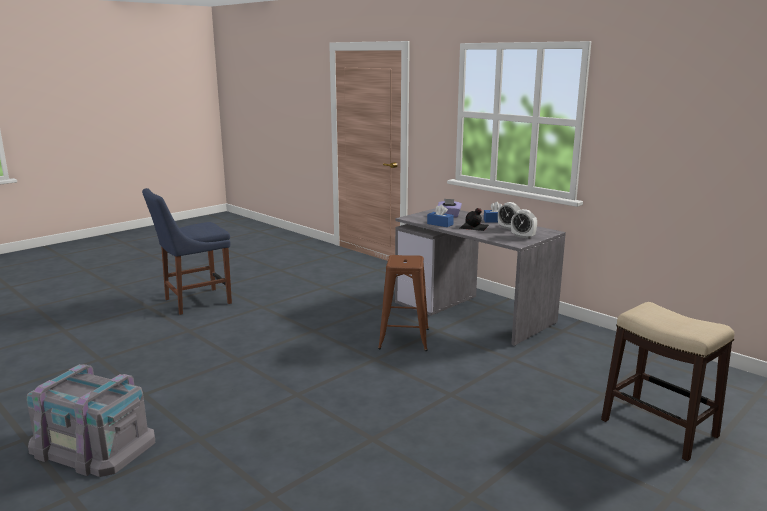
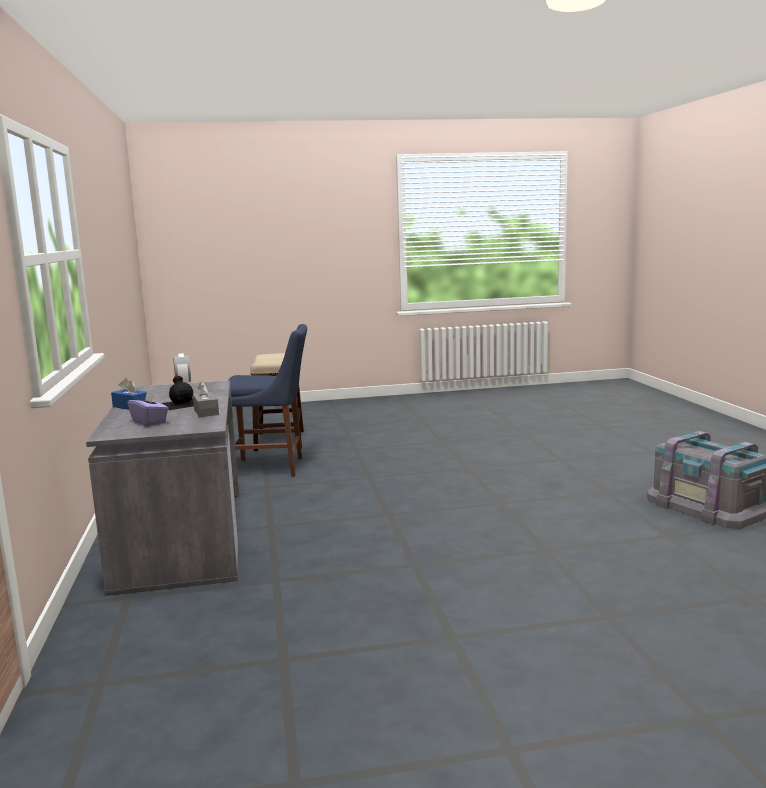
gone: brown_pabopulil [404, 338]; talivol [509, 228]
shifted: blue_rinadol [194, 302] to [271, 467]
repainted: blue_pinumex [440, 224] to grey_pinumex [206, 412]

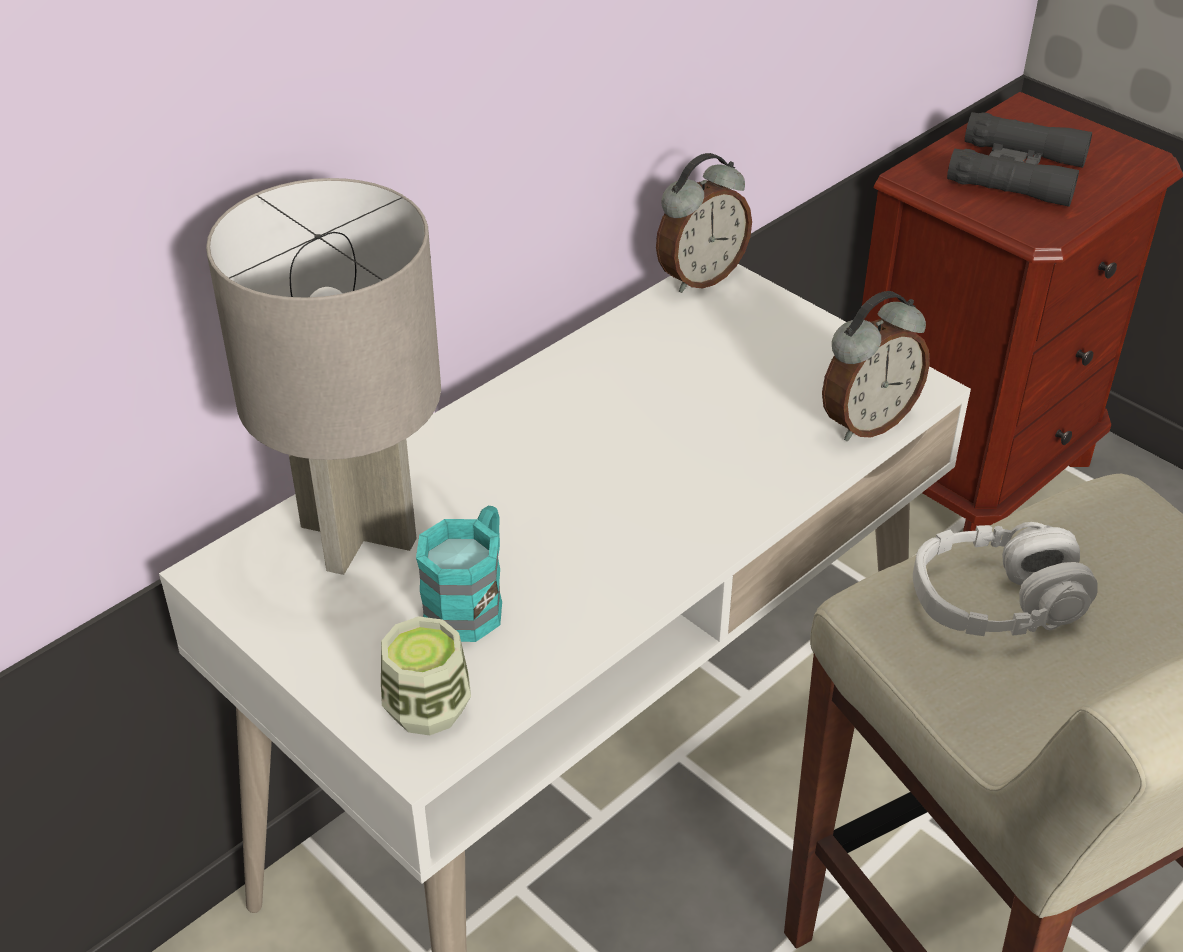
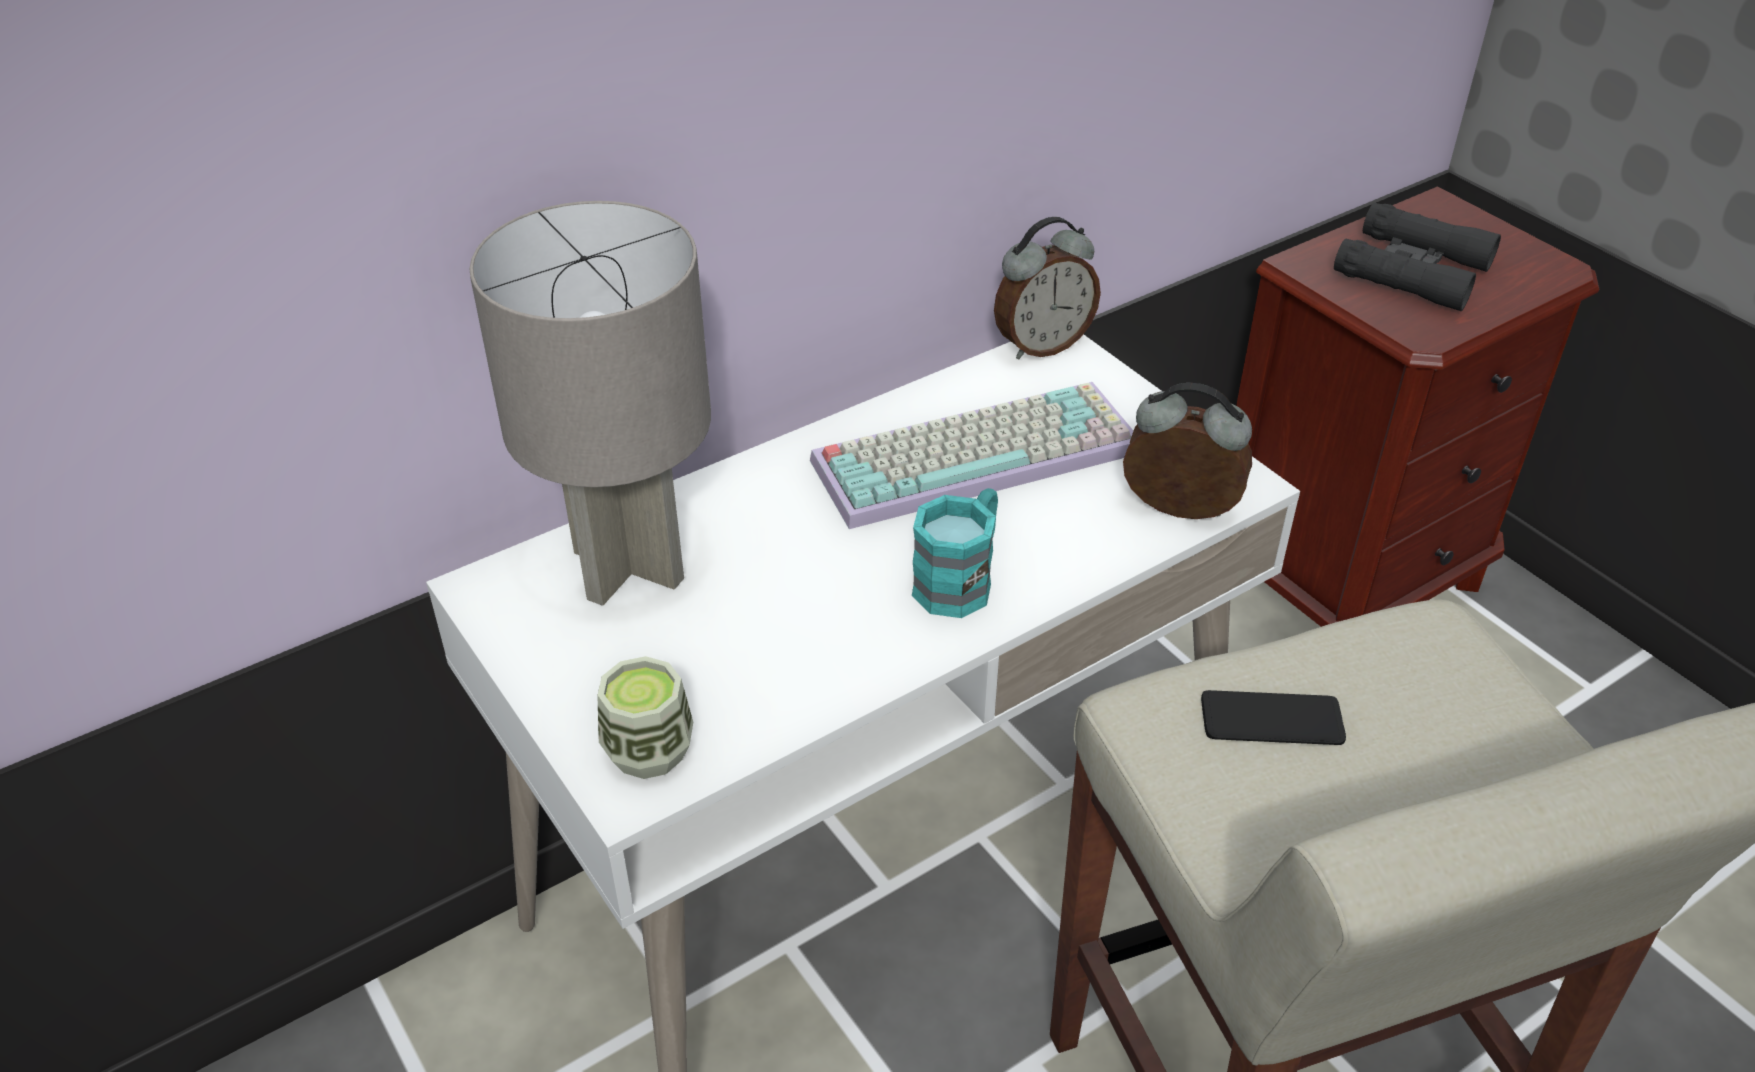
new: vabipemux [978, 452]
shifted: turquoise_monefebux [471, 600] to [961, 579]
swapped: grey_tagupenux [996, 602] to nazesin [1271, 719]
rotated: talivol [866, 422] = [1178, 513] 135 degrees counterclockwise

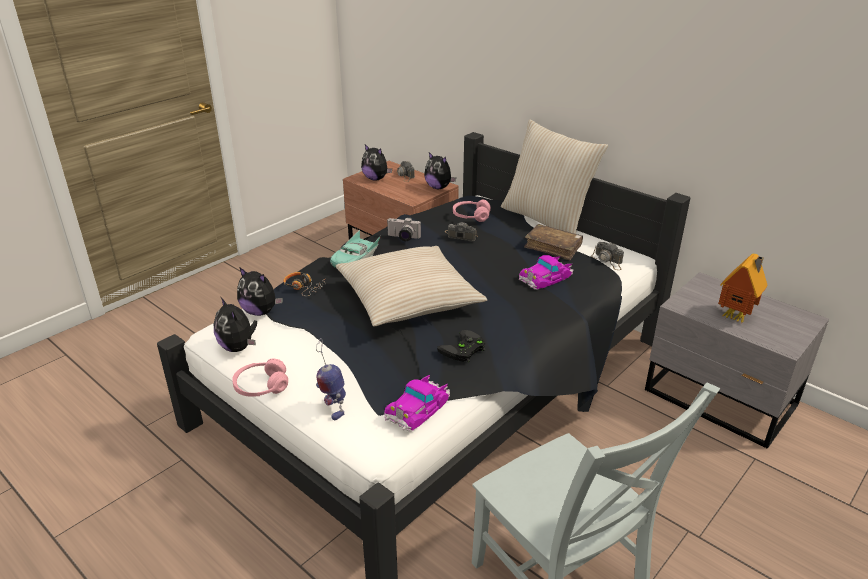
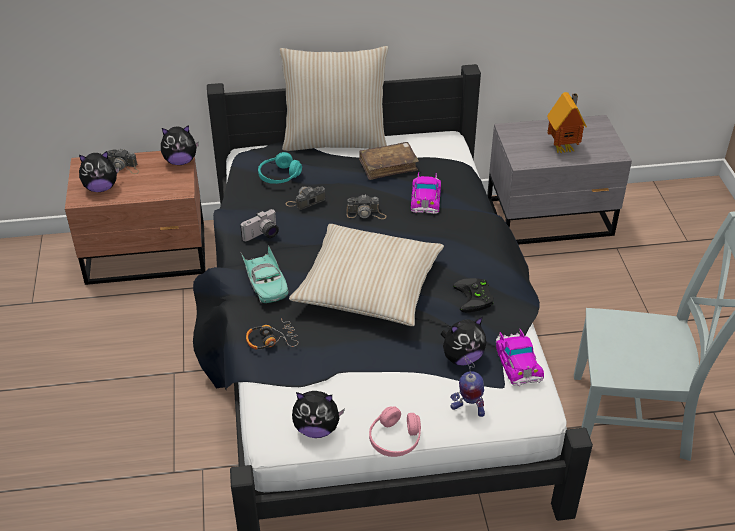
shifted: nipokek [608, 261] to [366, 213]; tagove [260, 311] to [462, 357]
repainted: pink_tagupenux [471, 216] to turquoise_tagupenux [279, 176]

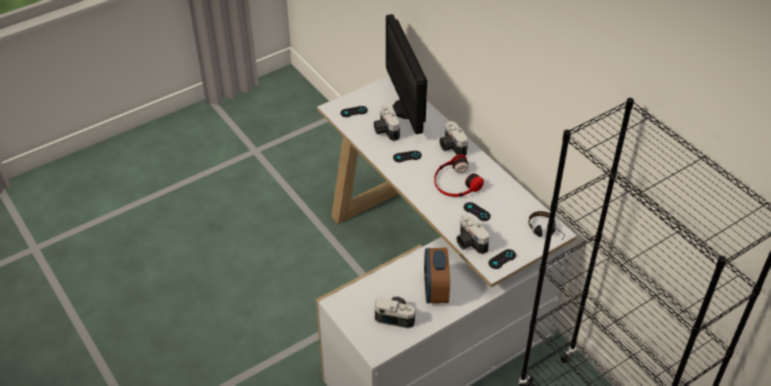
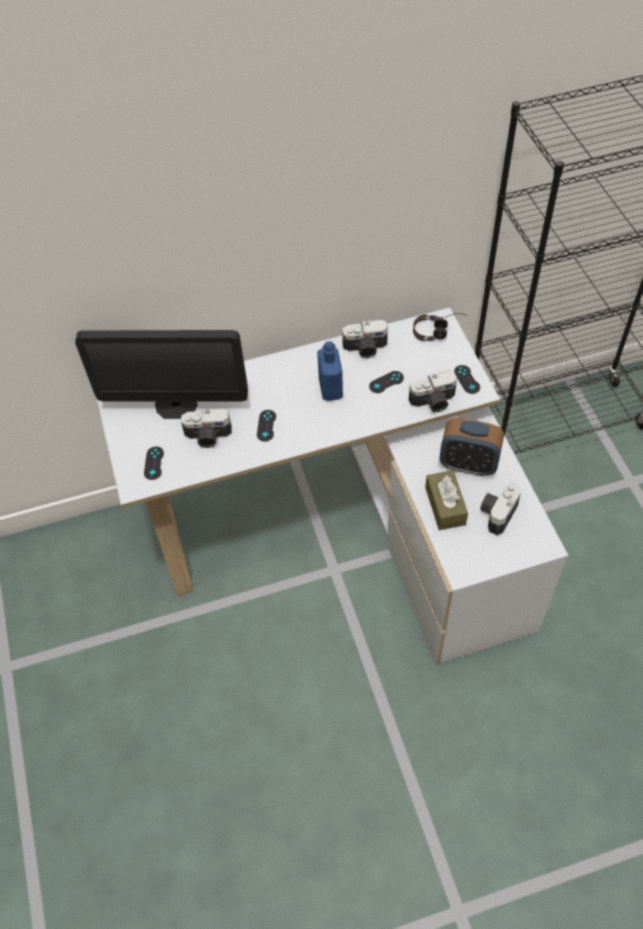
new: brown_pinumex [445, 506]
shifted: nipokek [451, 147] to [365, 349]
swapped: tagupenux [455, 182] to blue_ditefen [330, 389]

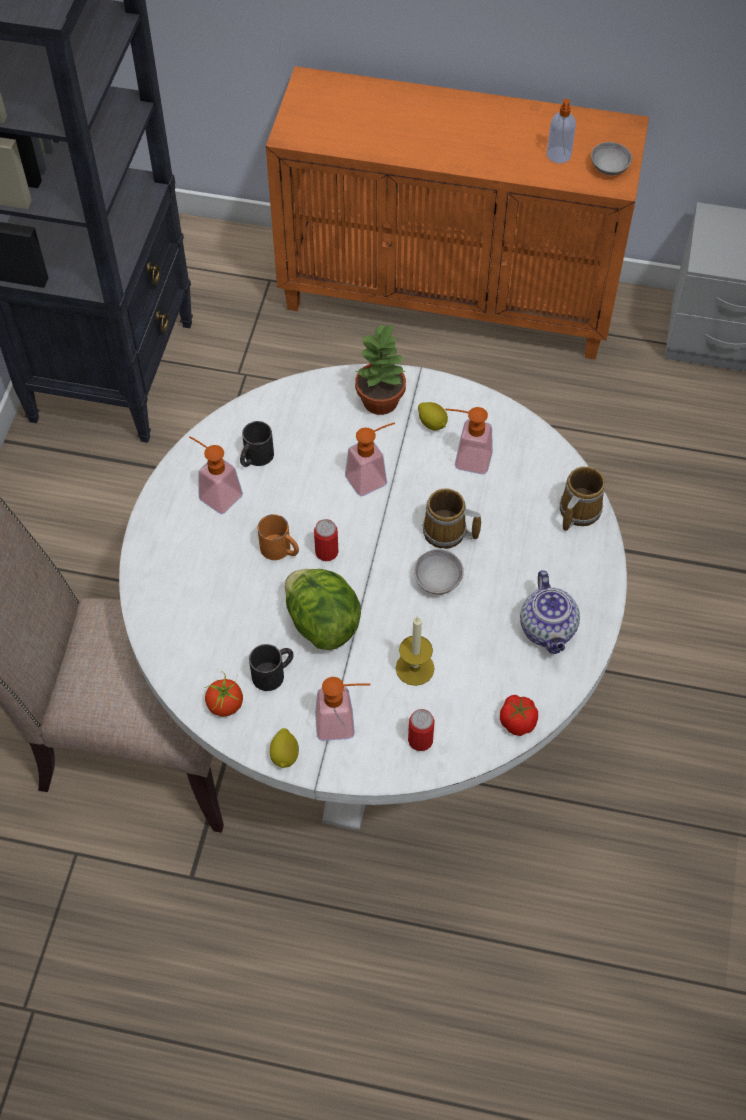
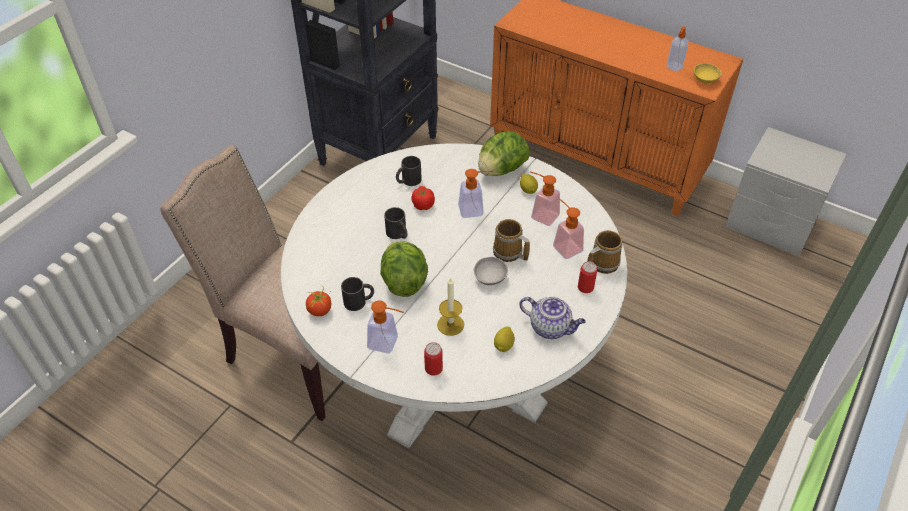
shifted: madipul [517, 721] to [423, 205]; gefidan [285, 755] to [504, 345]; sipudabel [215, 493] to [564, 246]; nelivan [326, 552] to [585, 287]
swapped: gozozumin [381, 401] to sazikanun [501, 170]
repainted: orange_monefebux [280, 550] to black_monefebux [398, 234]; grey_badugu [609, 168] to yellow_badugu [705, 79]
rotated: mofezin [548, 630] = [551, 327] 75 degrees counterclockwise

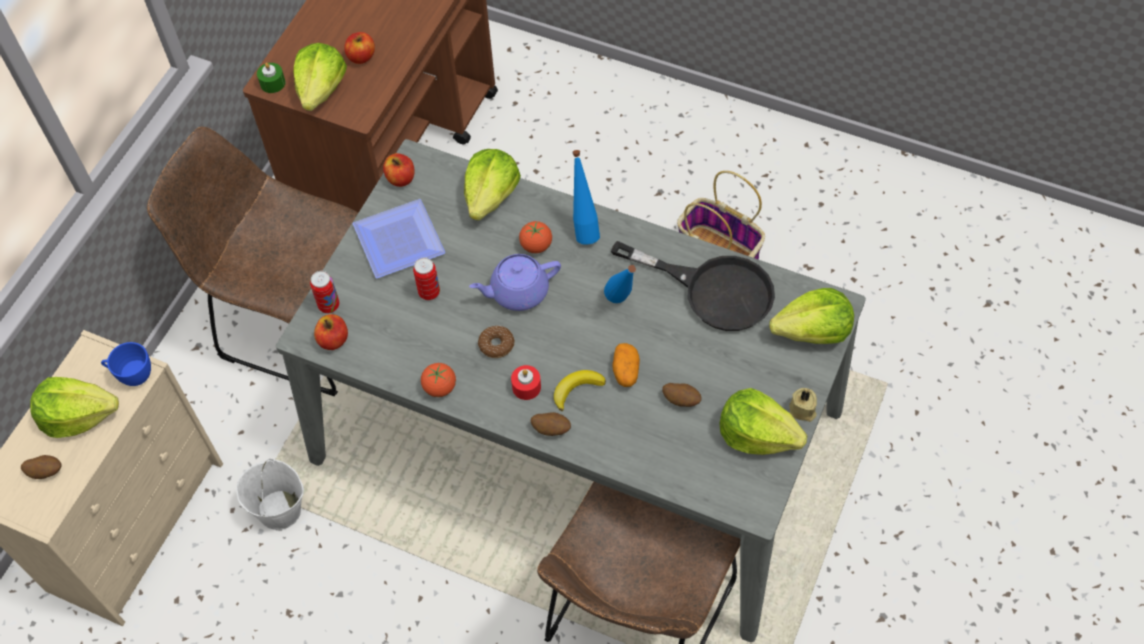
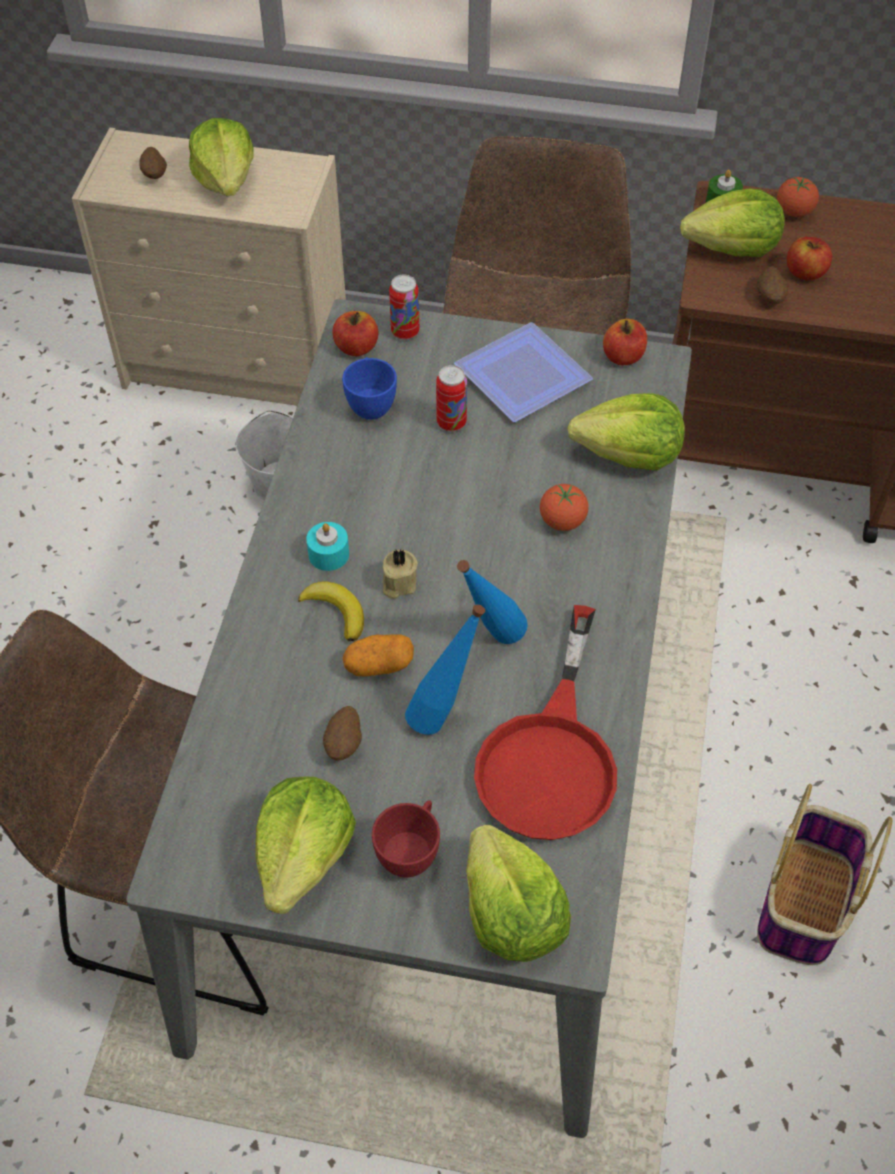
gone: purple_mofezin [518, 292]; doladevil [496, 345]
new: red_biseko [411, 851]
shifted: blue_biseko [132, 375] to [370, 404]; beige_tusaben [802, 411] to [398, 584]; blue_ditefen [584, 228] to [444, 713]; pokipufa [551, 429] to [770, 298]; madipul [440, 387] to [794, 212]
repainted: red_tusaben [526, 387] to turquoise_tusaben [328, 554]; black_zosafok [713, 290] to red_zosafok [551, 756]

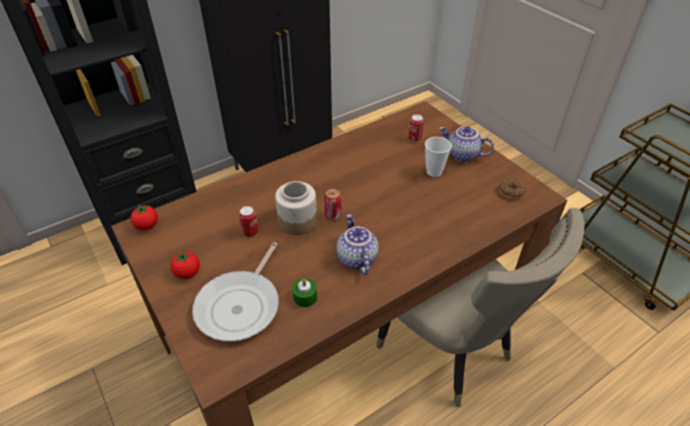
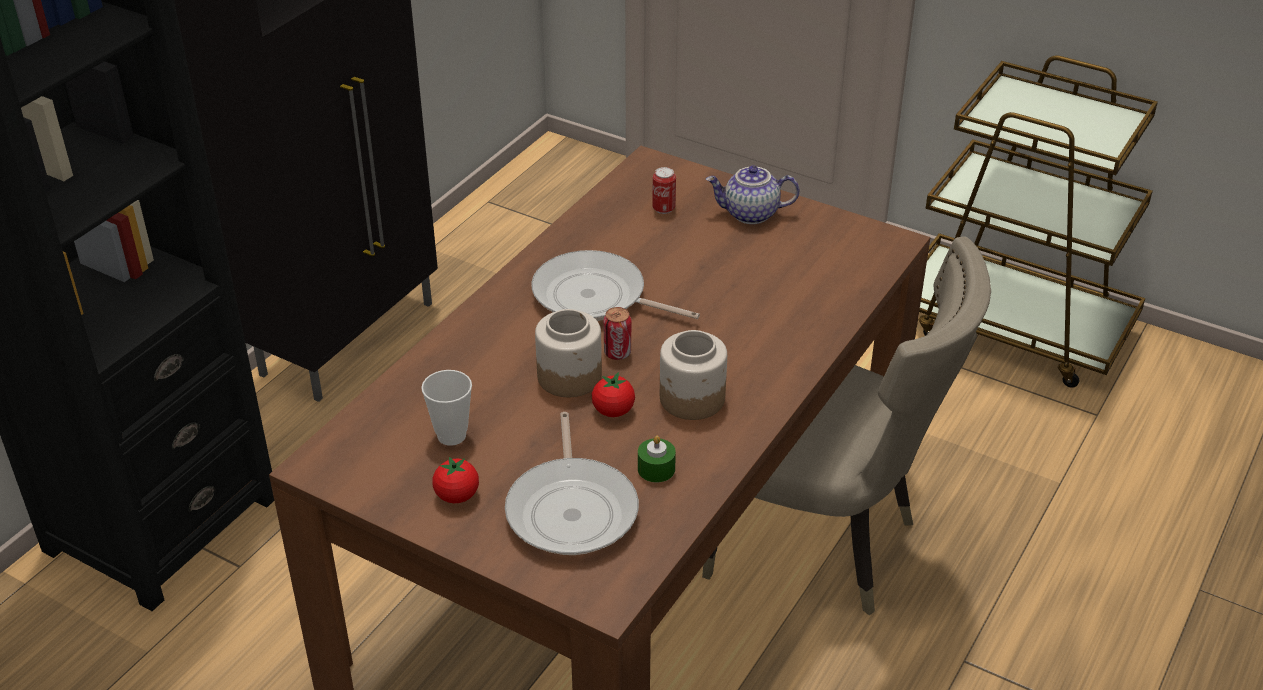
gone: nelivan [250, 232]; doladevil [511, 192]
new: zosafok [595, 297]
shifted: biseko [434, 172] to [451, 435]; madipul [147, 226] to [613, 411]
swapped: mofezin [356, 258] to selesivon [692, 399]

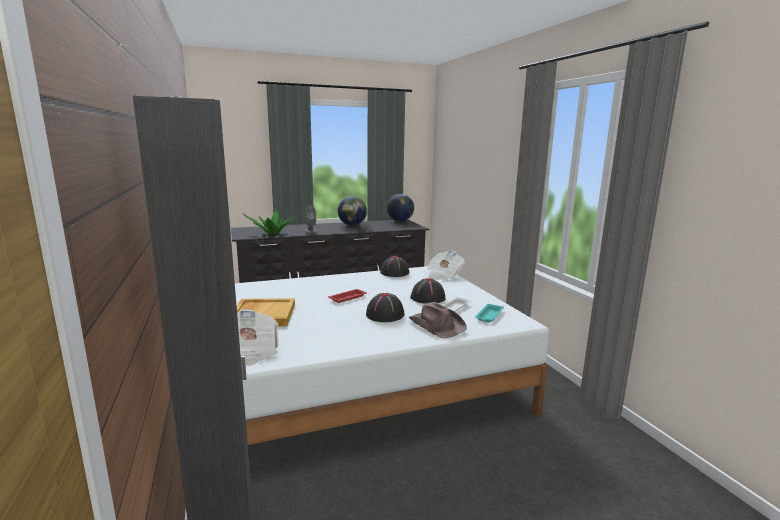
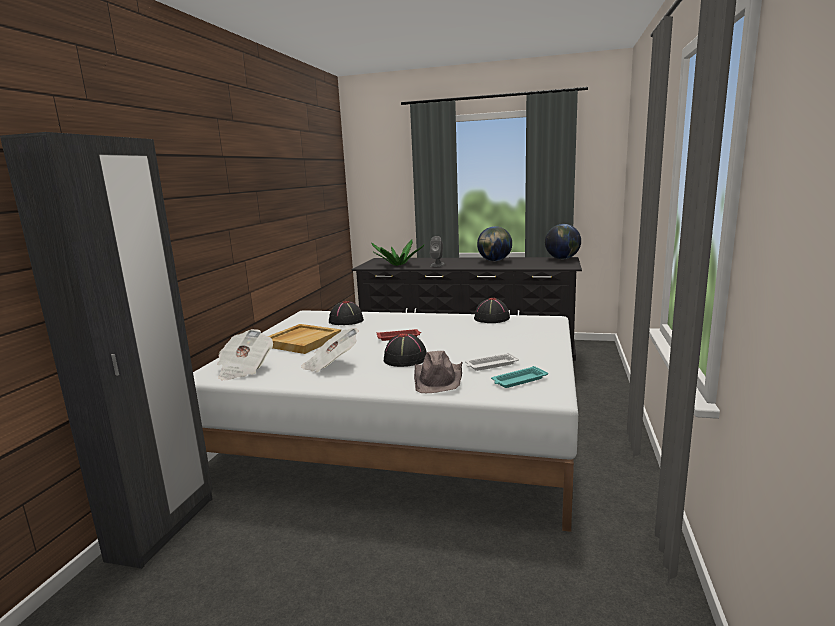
shifted: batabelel [443, 275] to [331, 365]; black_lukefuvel [427, 298] to [346, 321]

